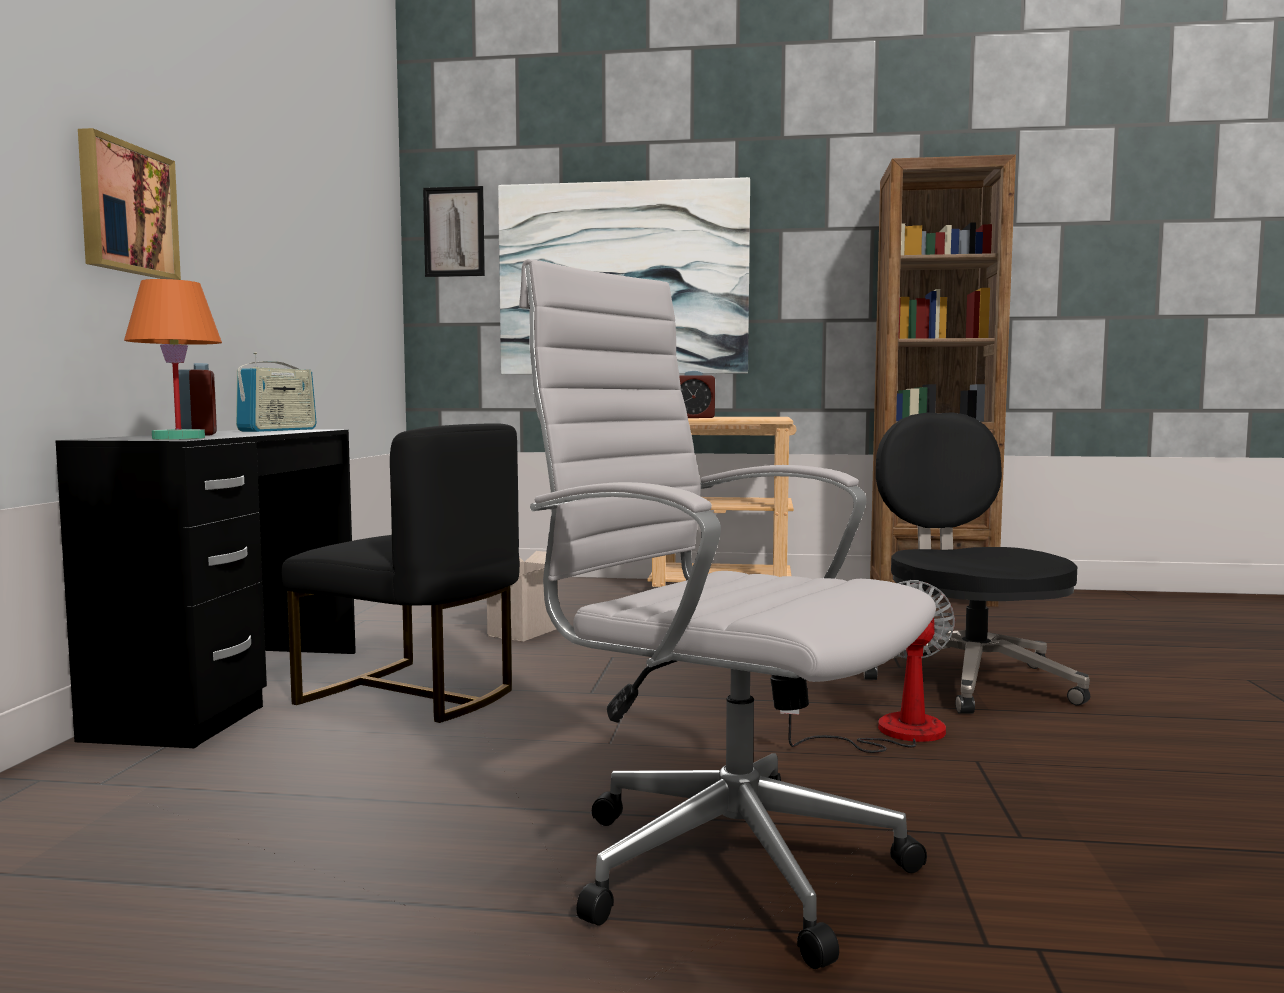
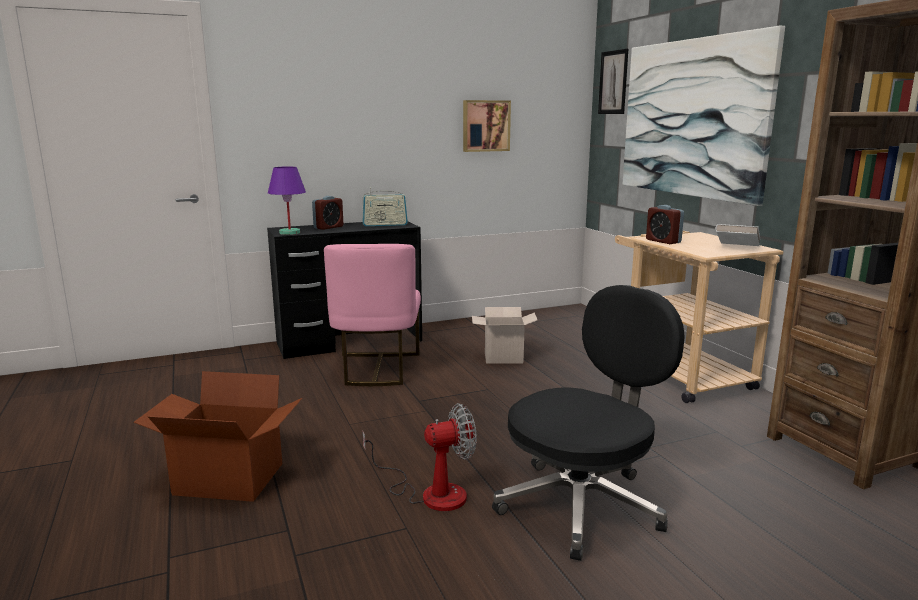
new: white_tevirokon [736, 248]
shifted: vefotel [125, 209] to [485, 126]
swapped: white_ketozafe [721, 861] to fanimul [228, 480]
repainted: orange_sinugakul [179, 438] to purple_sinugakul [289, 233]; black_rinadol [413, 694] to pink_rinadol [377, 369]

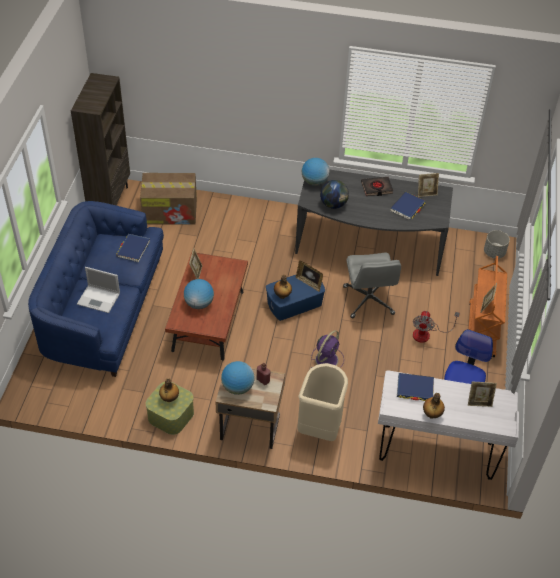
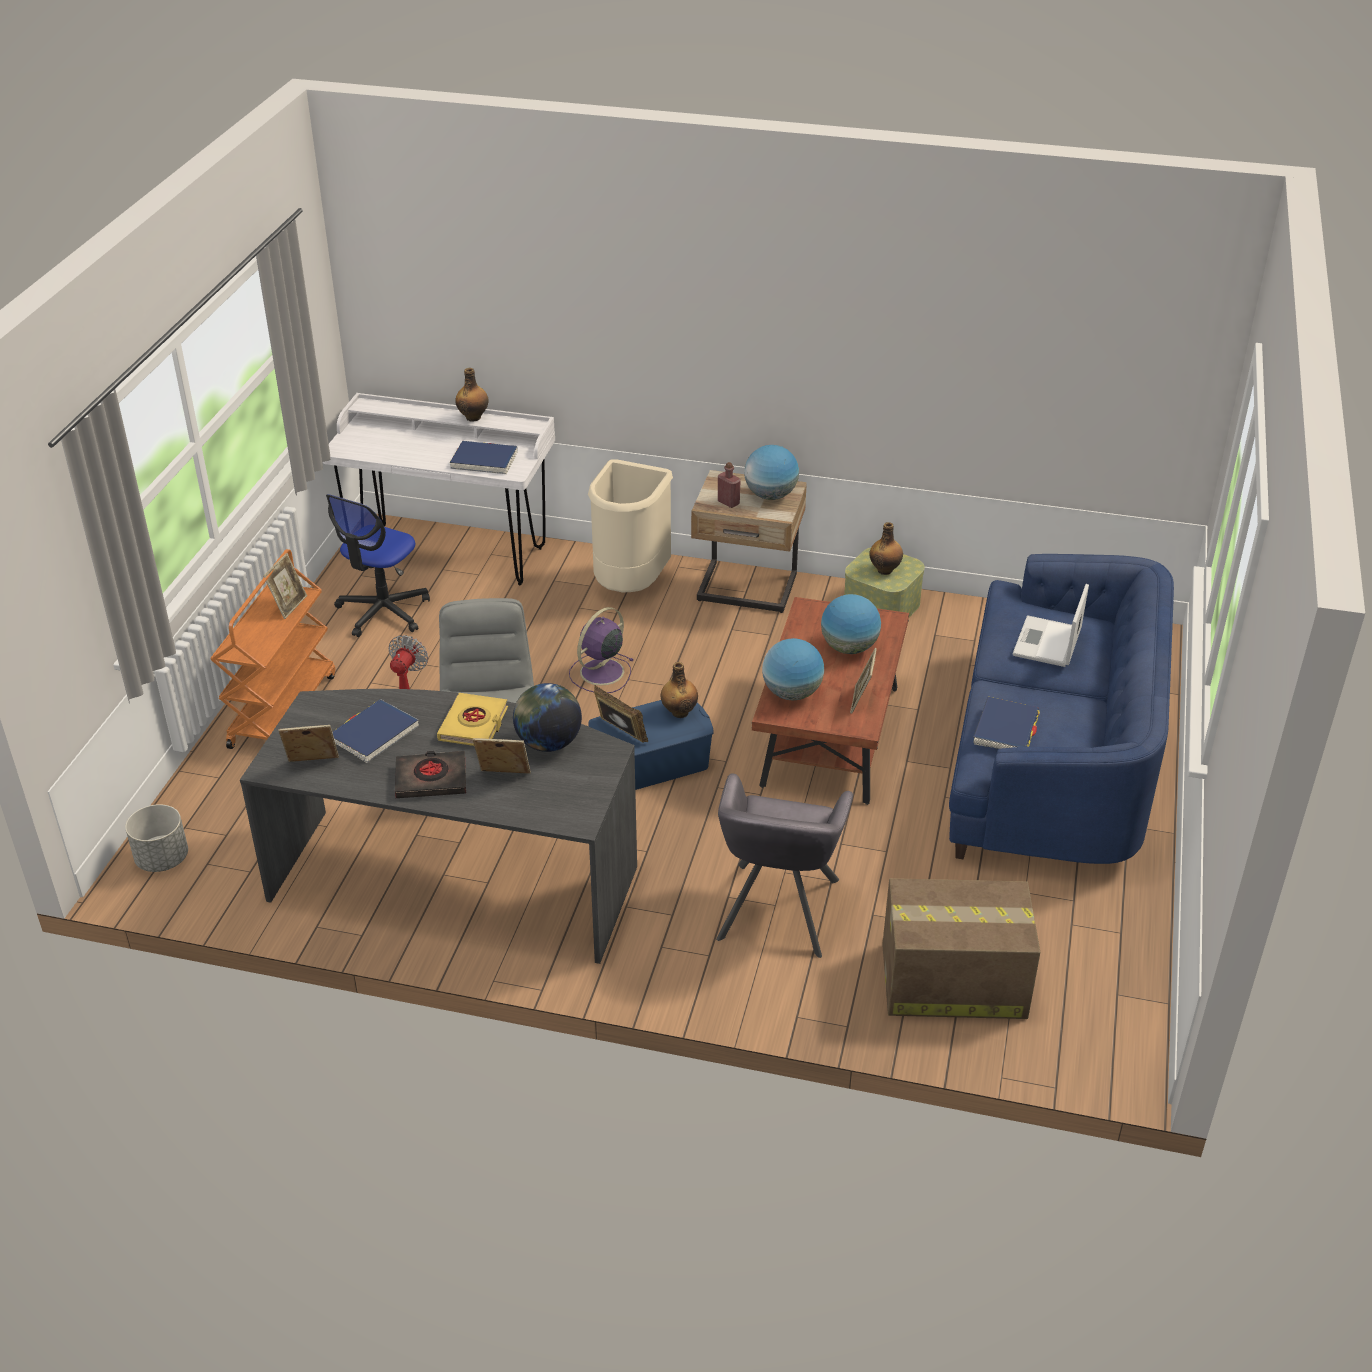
gone: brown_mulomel [109, 201]
new: yellow_tevirokon [474, 725]; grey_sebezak [777, 909]
shifted: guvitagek [479, 402] to [503, 777]; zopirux [314, 182] to [791, 693]
rotated: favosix [99, 299] = [1047, 643] 90 degrees counterclockwise

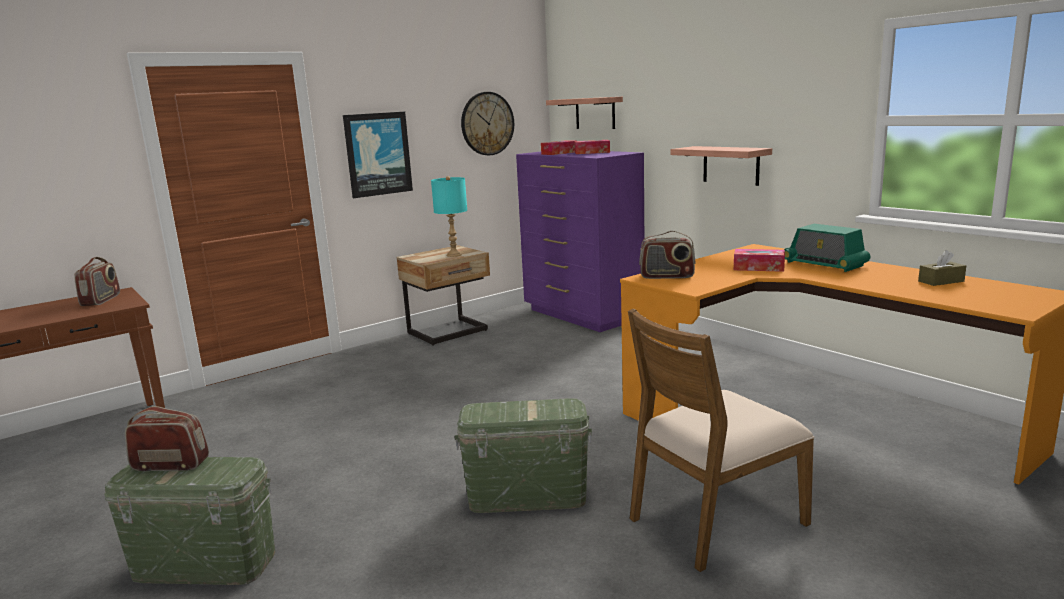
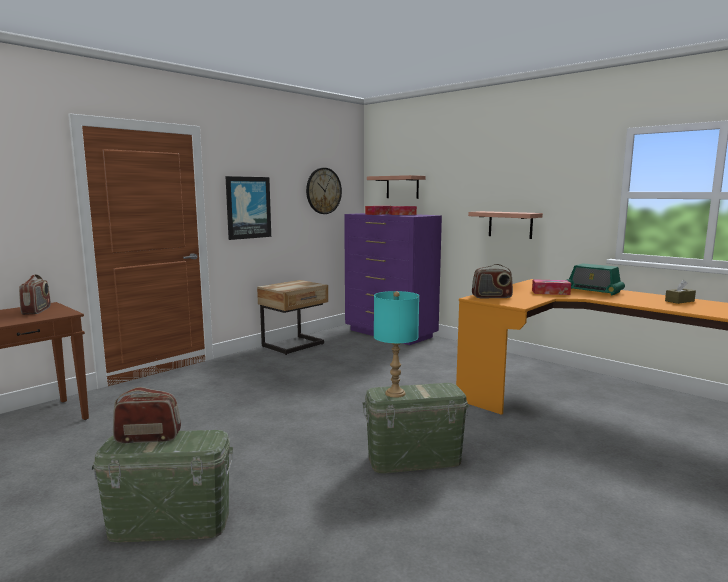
gone: brown_rinadol [714, 520]
shifted: turquoise_sinugakul [454, 255] to [395, 393]

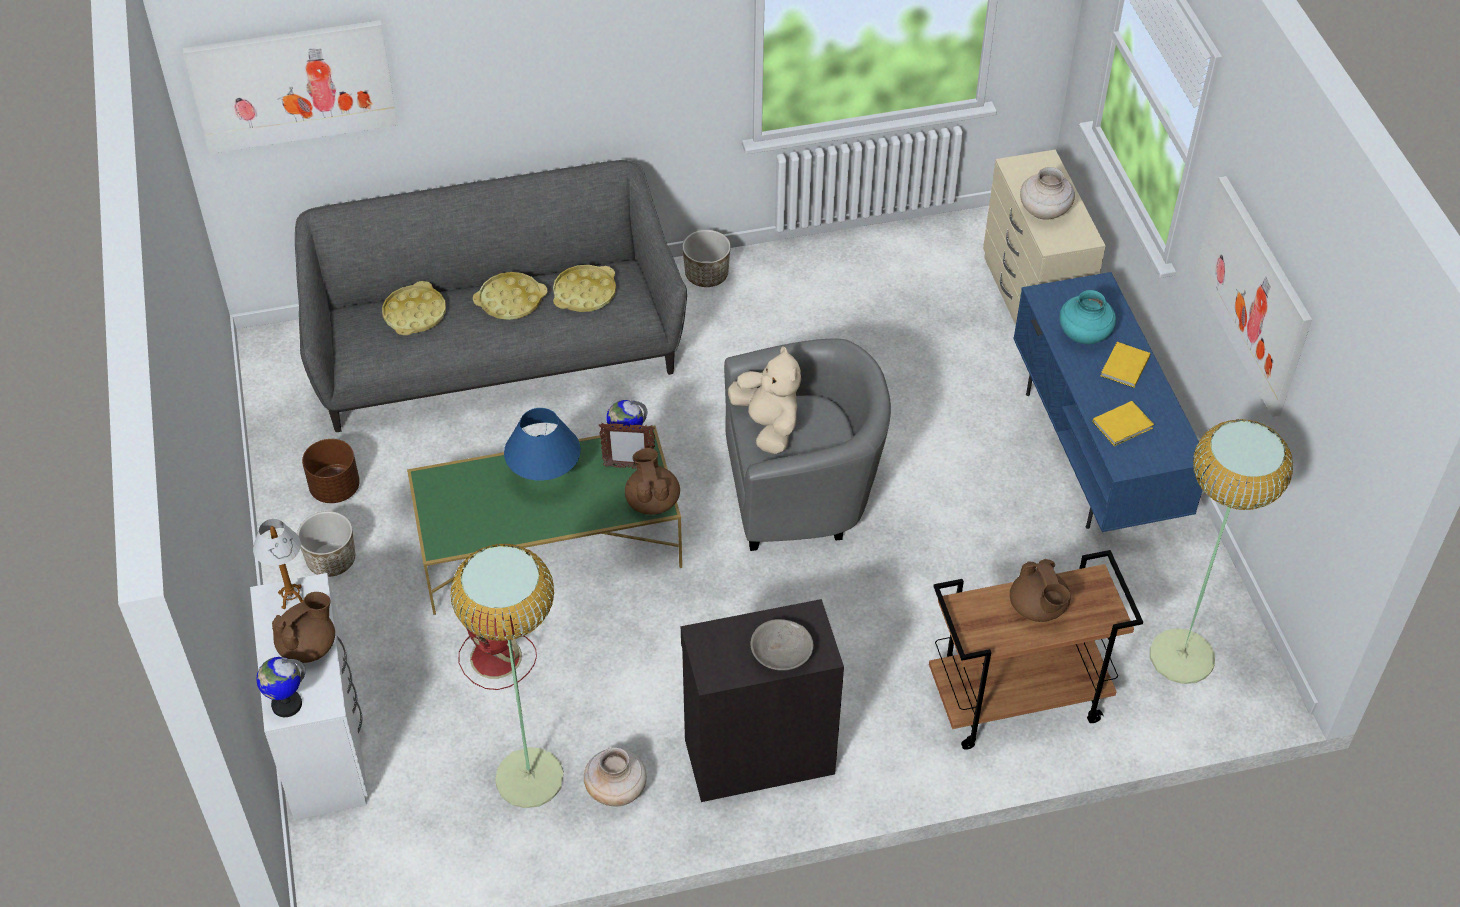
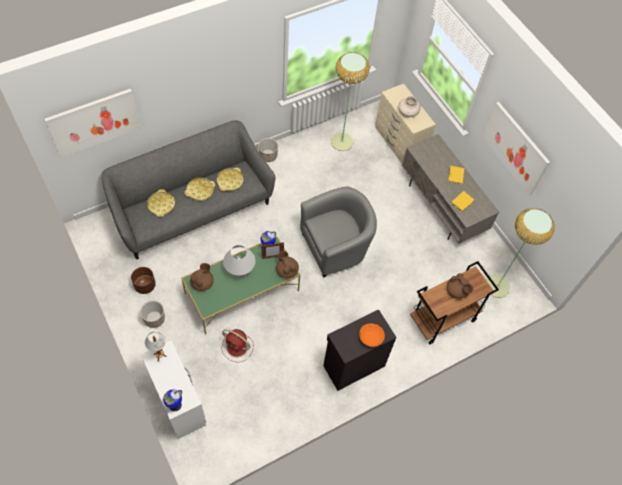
gone: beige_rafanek [616, 790]; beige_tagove [768, 426]; turquoise_rafanek [1084, 335]
shifted: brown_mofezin [308, 646] to [202, 283]; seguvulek [529, 778] to [341, 142]
repainted: blue_sinugakul [545, 477] to white_sinugakul [239, 269]; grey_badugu [781, 654] to orange_badugu [370, 337]; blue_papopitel [1096, 453] to grey_papopitel [442, 206]

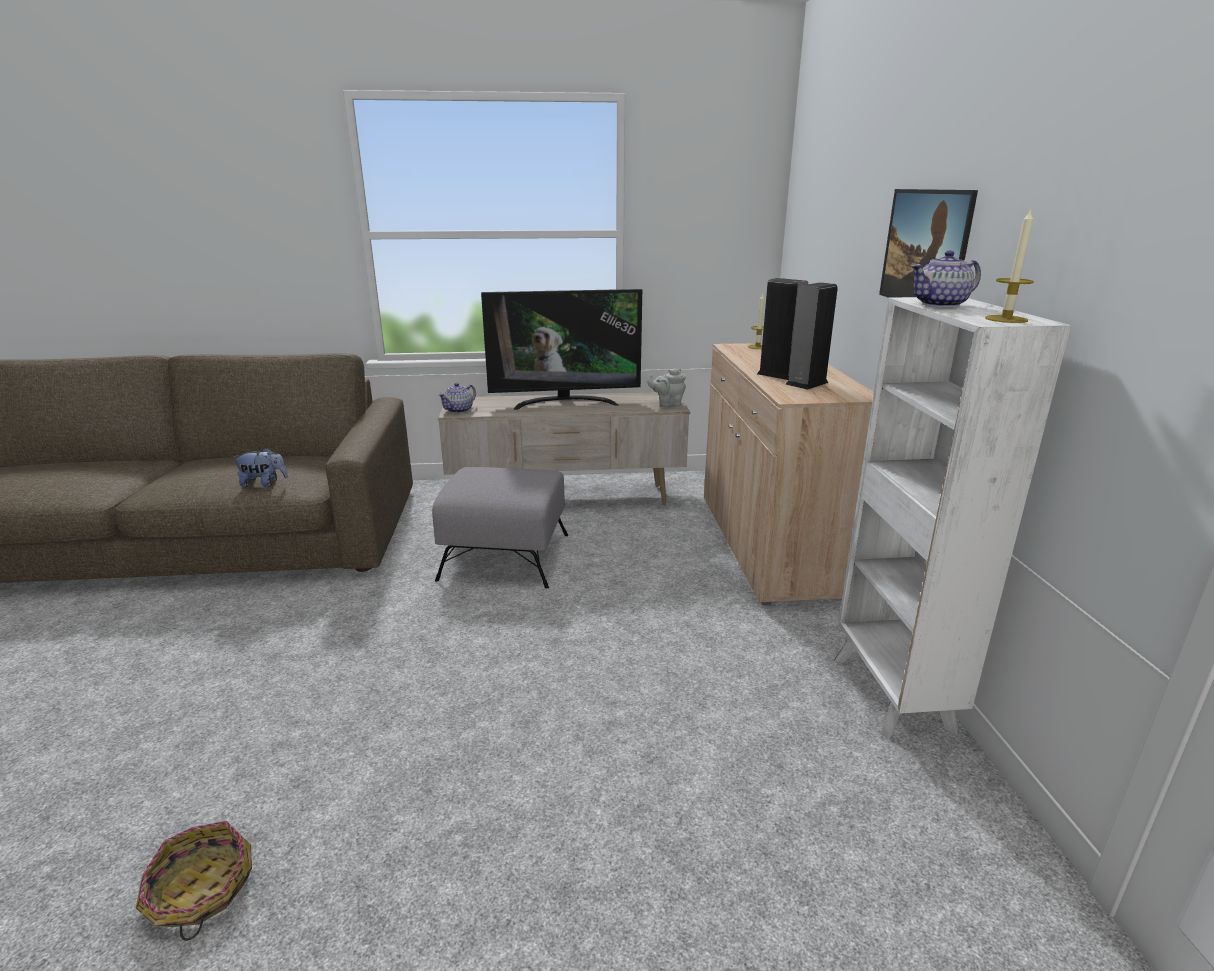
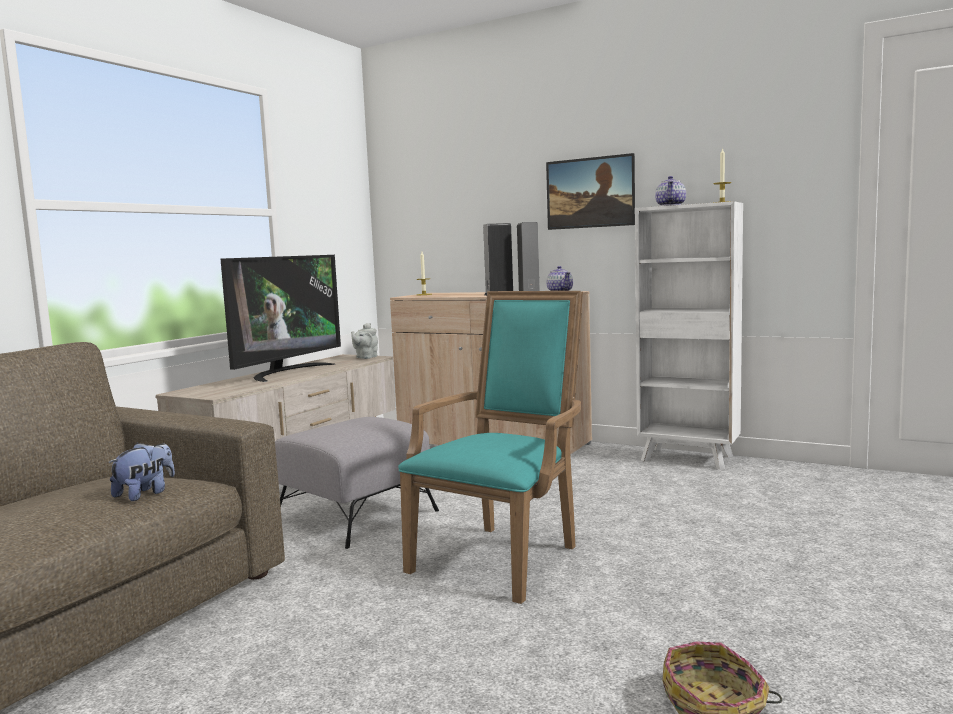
new: turquoise_sebezak [503, 556]
shifted: mofezin [459, 410] to [560, 292]

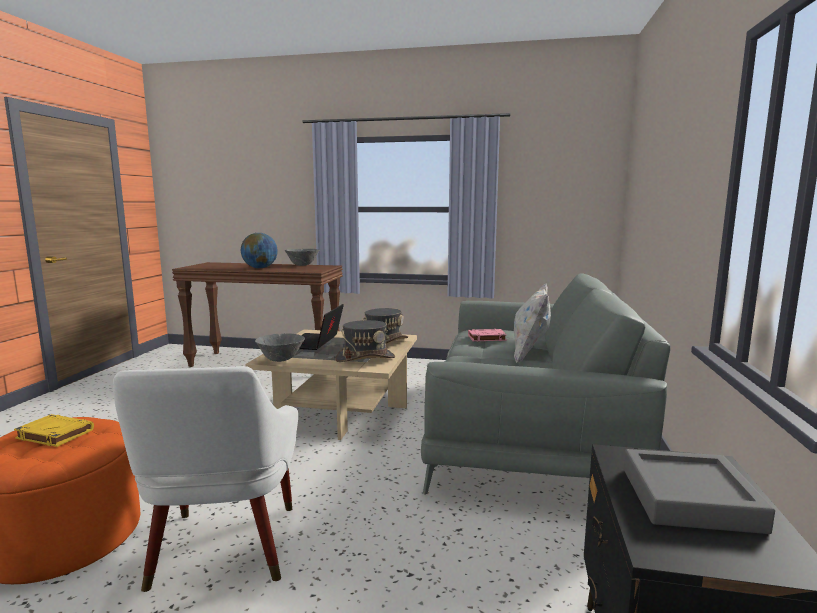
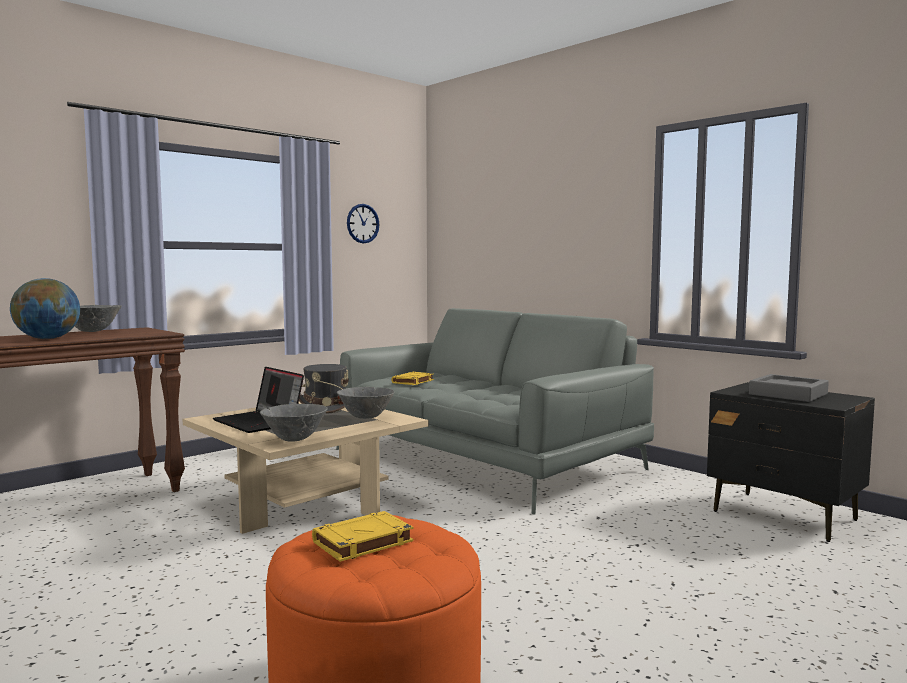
gone: white_sebezak [223, 553]; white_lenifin [530, 353]
new: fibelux [362, 223]
swapped: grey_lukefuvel [365, 358] to grey_badugu [365, 418]
repainted: pink_tevirokon [486, 338] to yellow_tevirokon [412, 381]

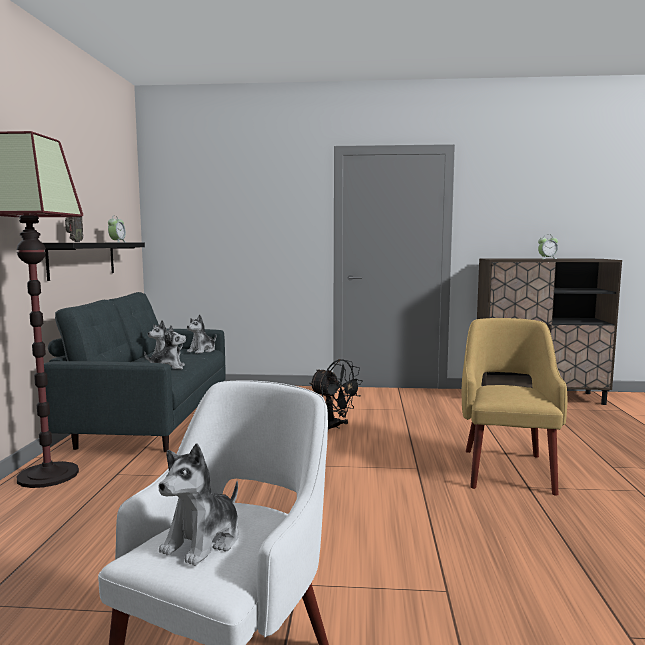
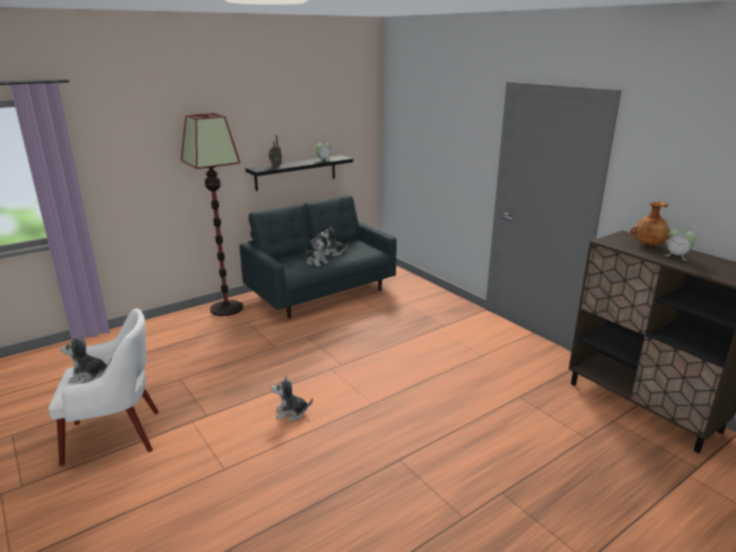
gone: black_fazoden [334, 427]; yellow_sebezak [507, 469]
new: brown_rafanek [648, 245]
shifted: tagove [202, 351] to [291, 413]

